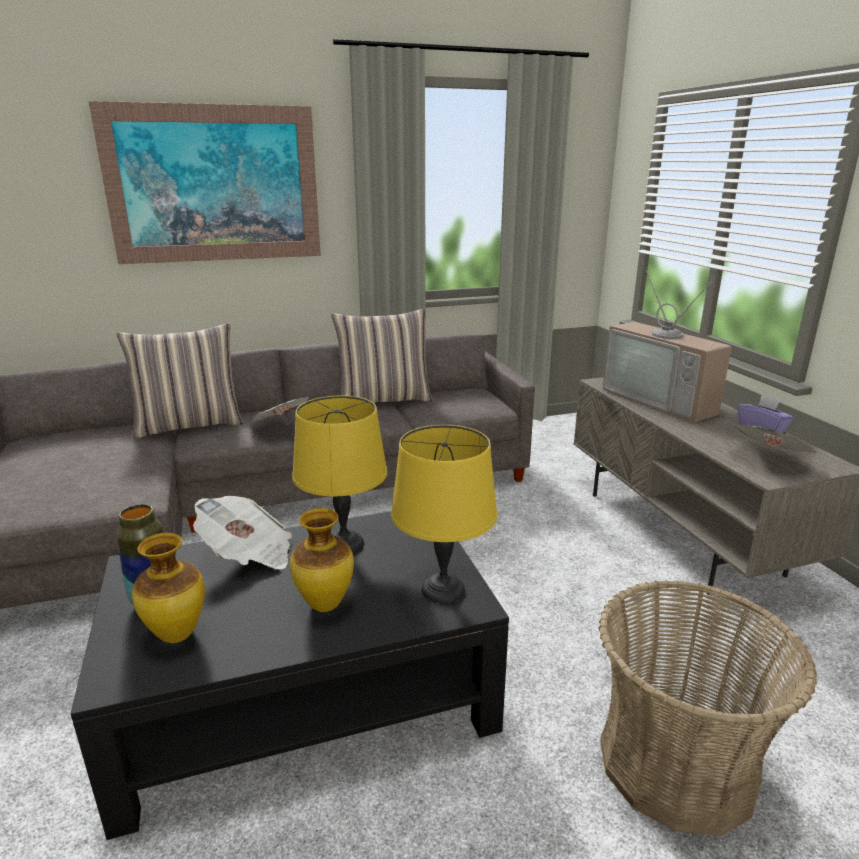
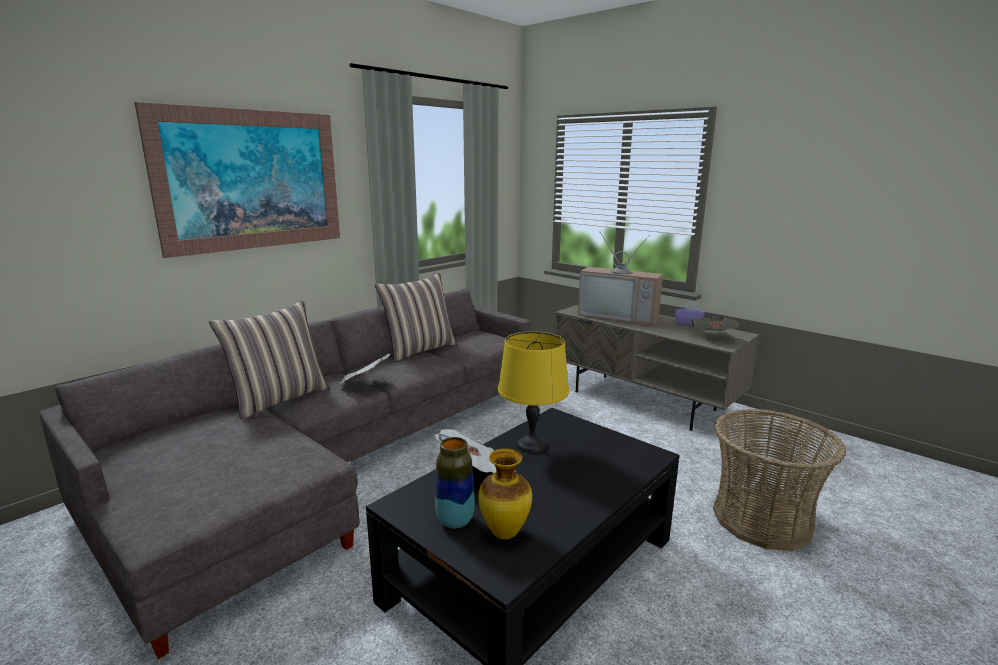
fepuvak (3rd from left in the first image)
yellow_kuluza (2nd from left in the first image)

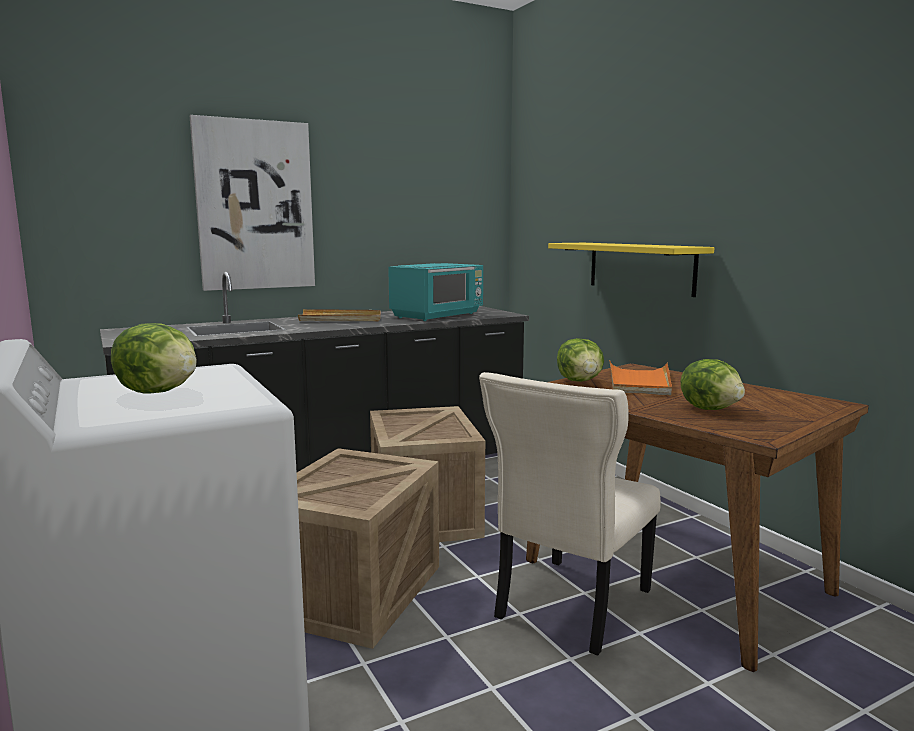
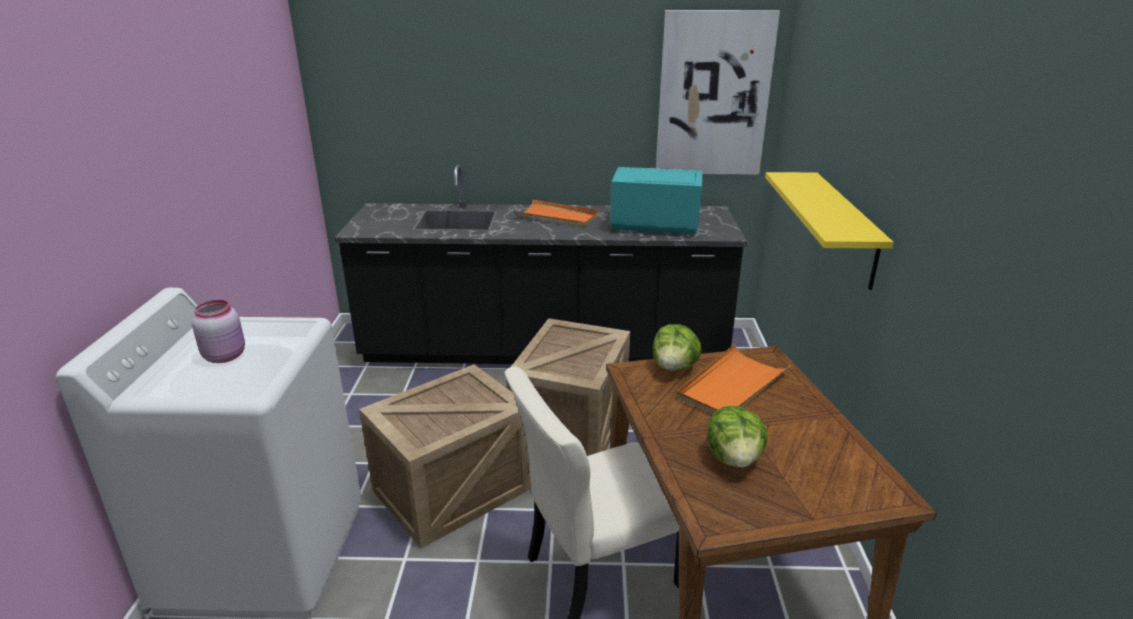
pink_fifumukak
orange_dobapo (1st from left)
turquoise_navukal
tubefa

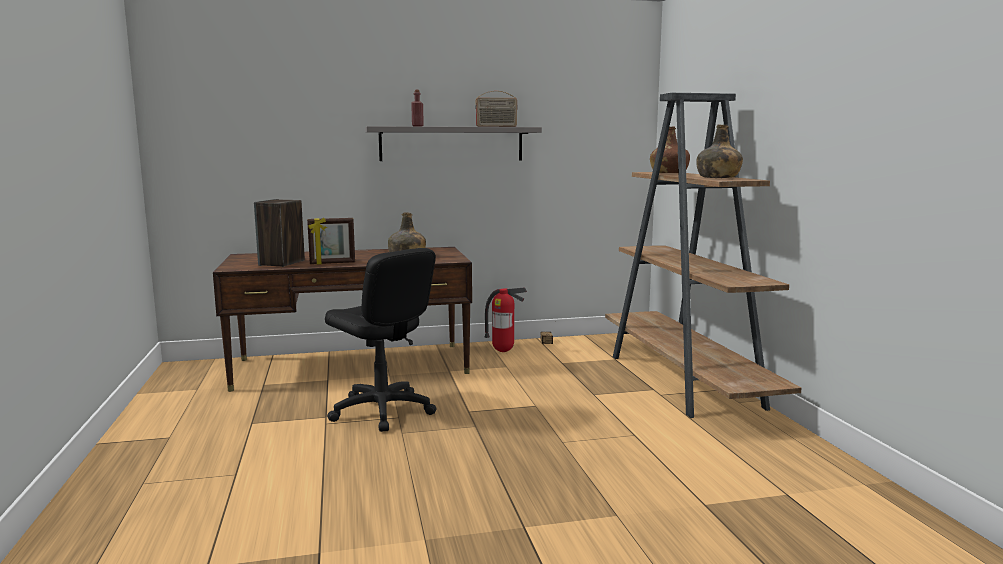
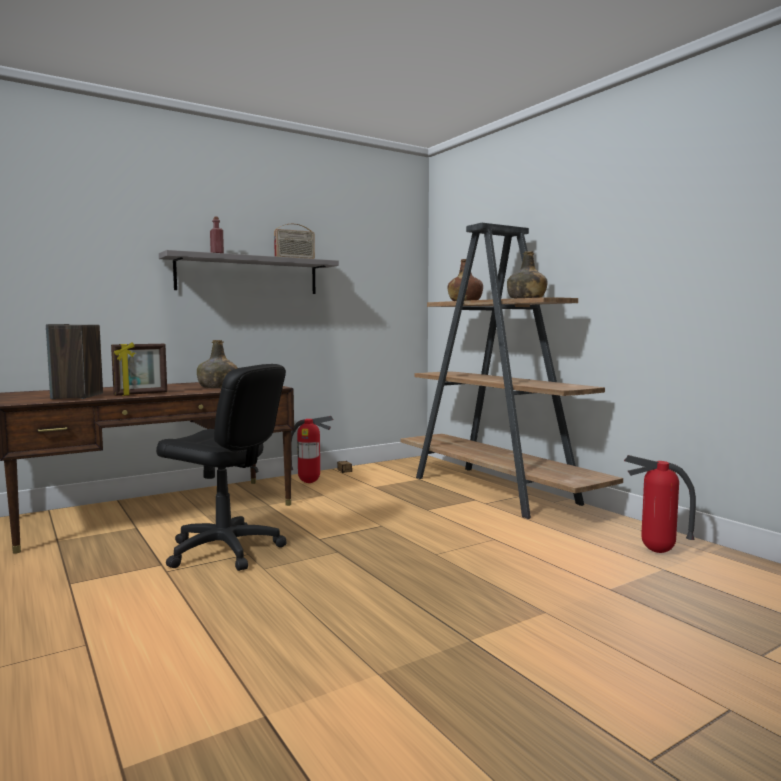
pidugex (2nd from left)

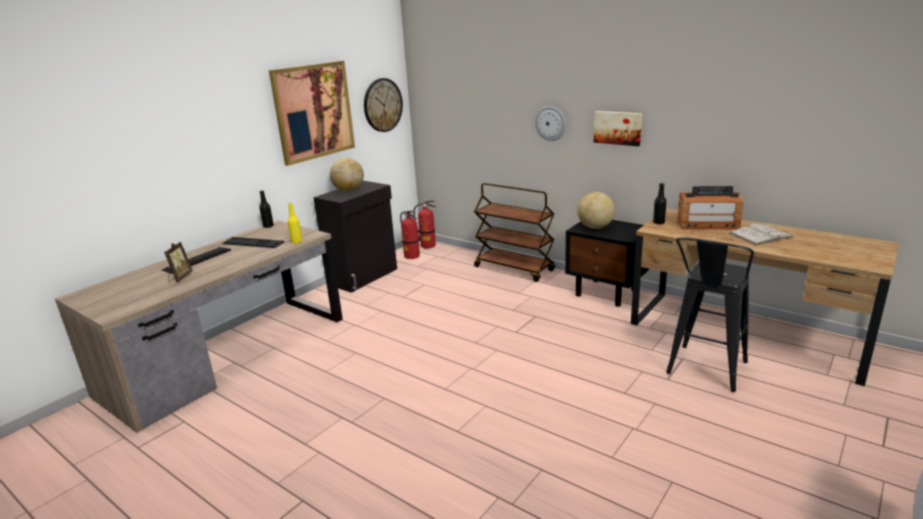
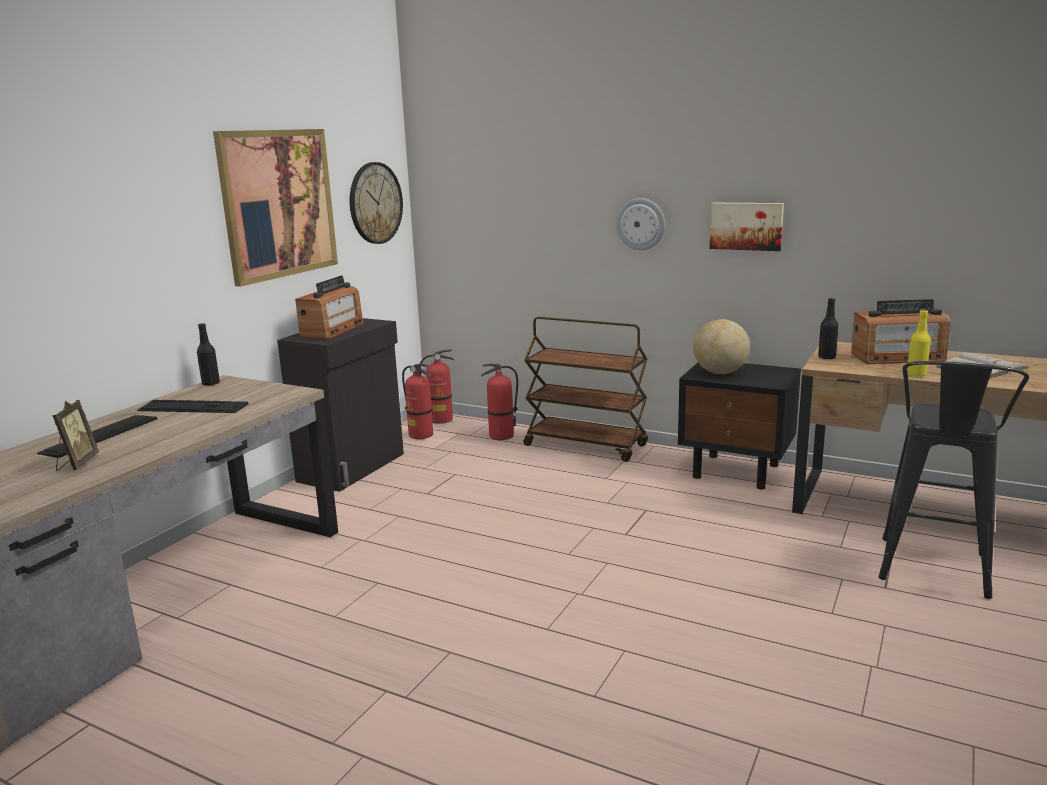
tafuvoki (1st from left)
pidugex (3rd from left)
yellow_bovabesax

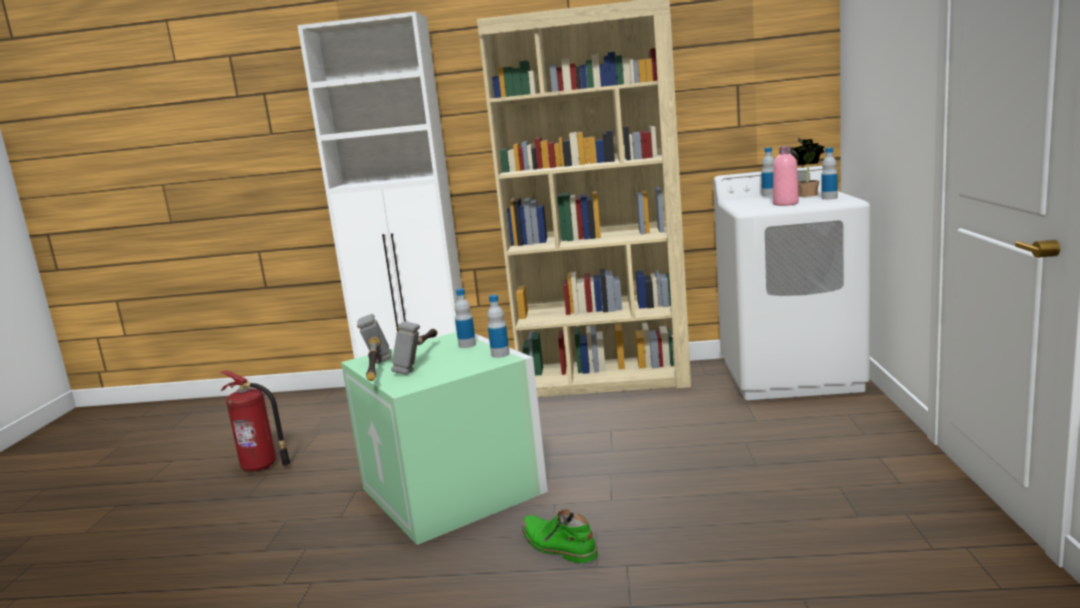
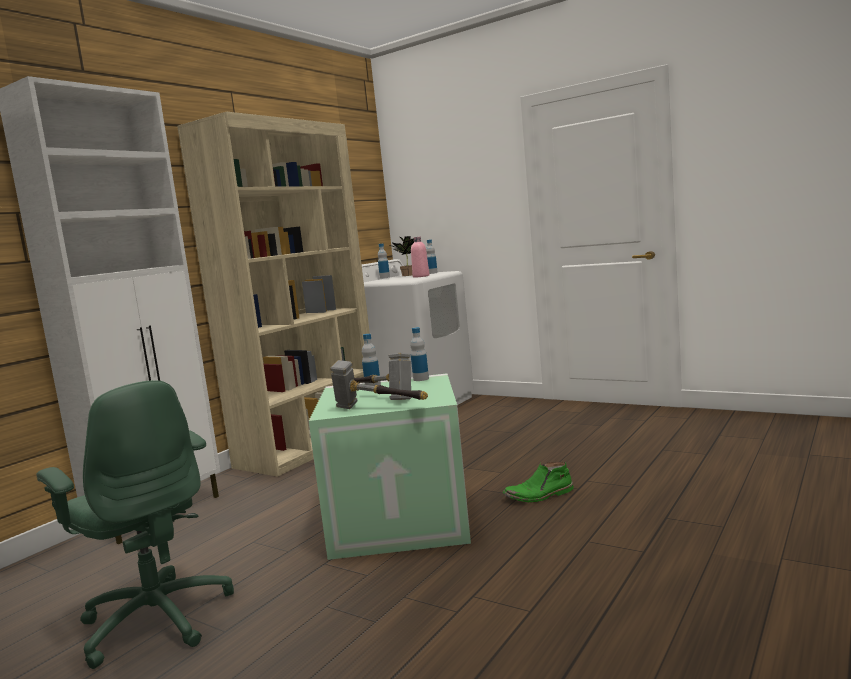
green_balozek

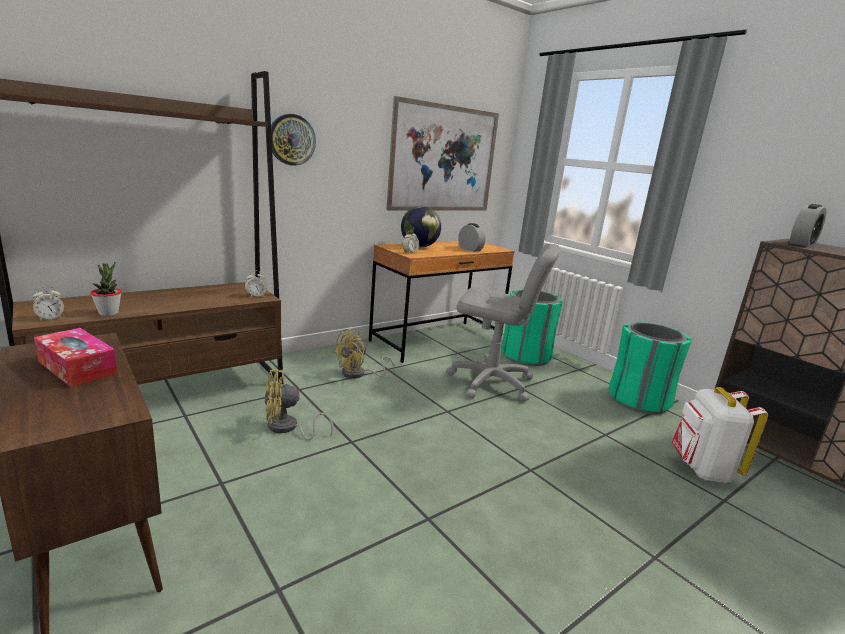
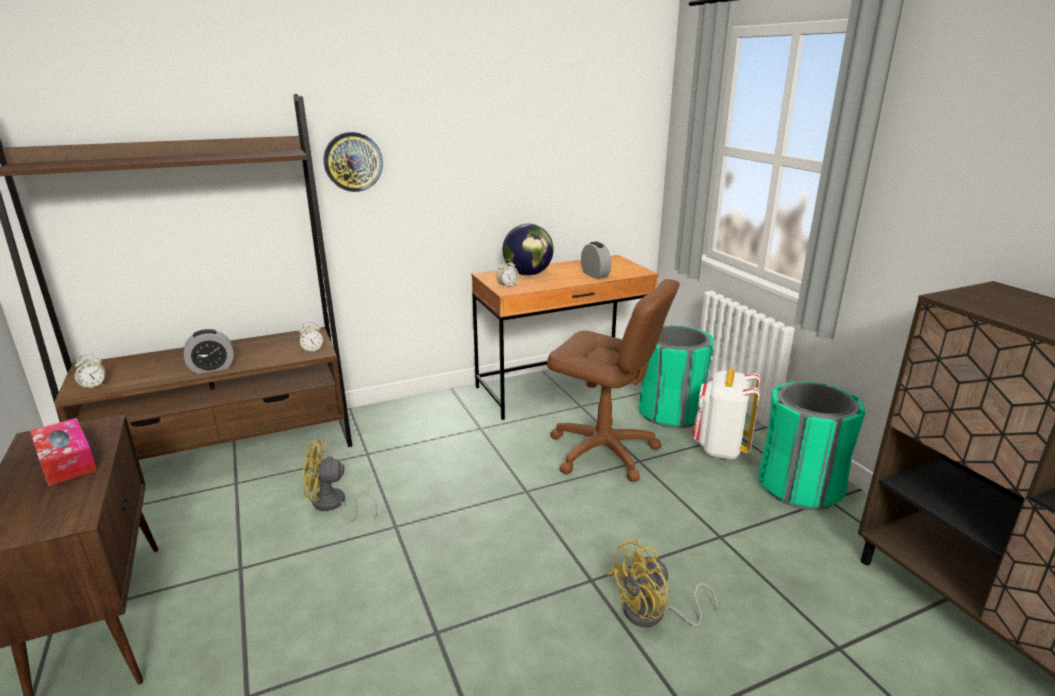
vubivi (2nd from left)
brown_balozek
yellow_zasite (2nd from left)
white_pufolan
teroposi
tubefa

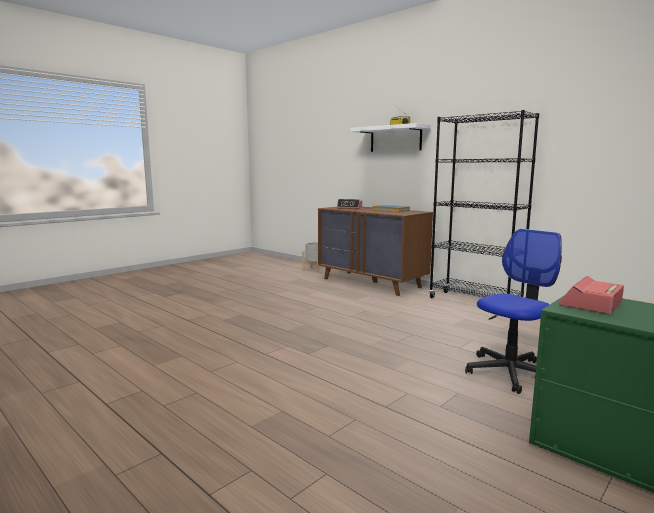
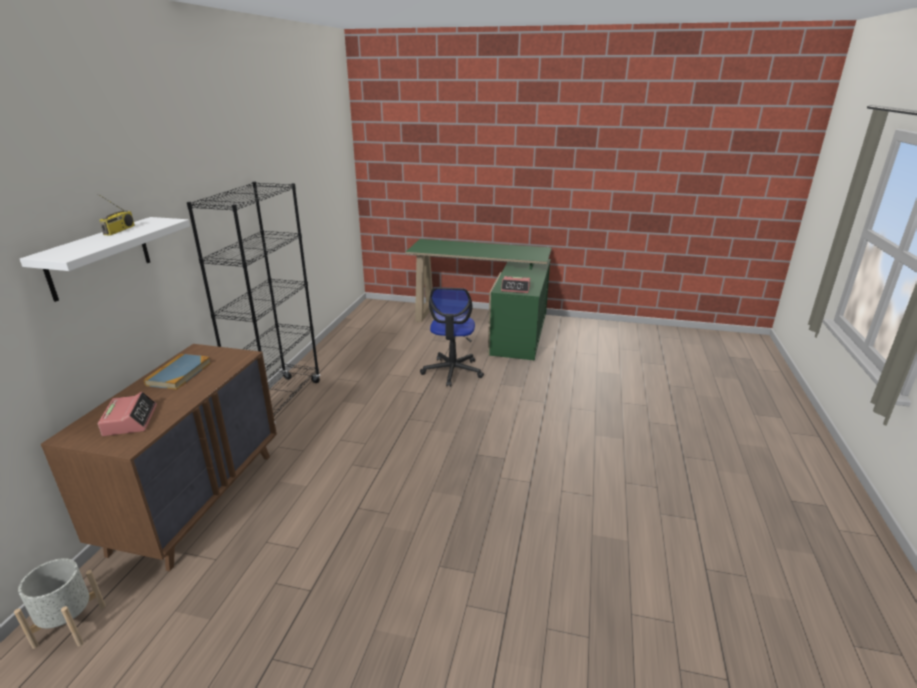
balozek

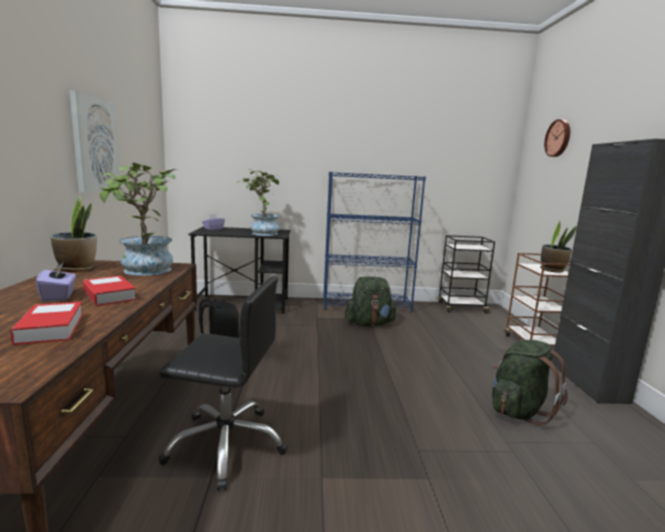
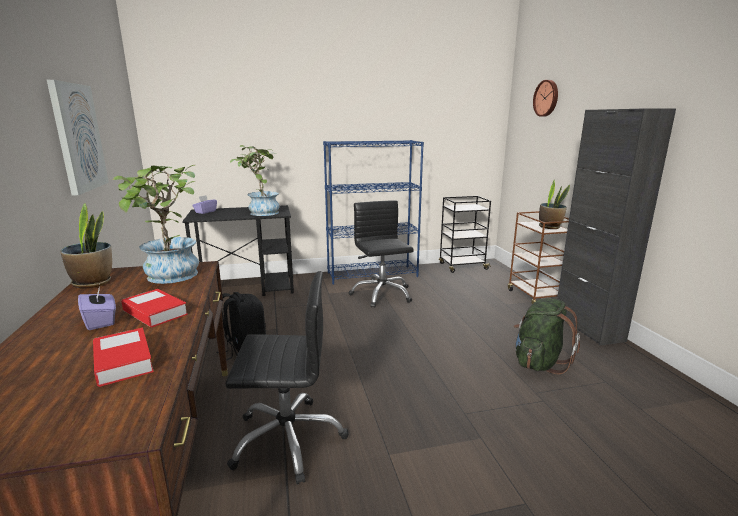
black_balozek (2nd from left)

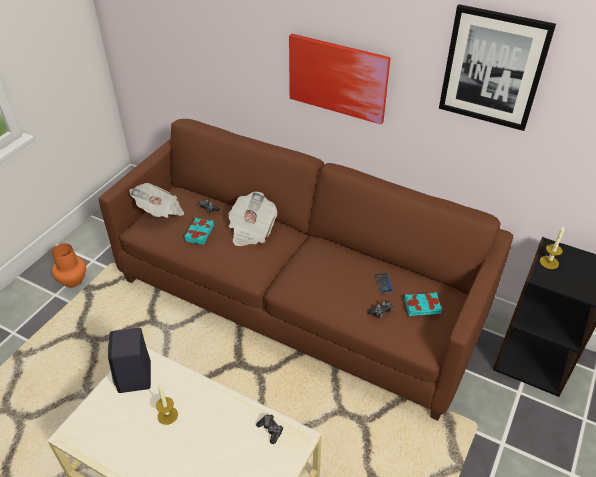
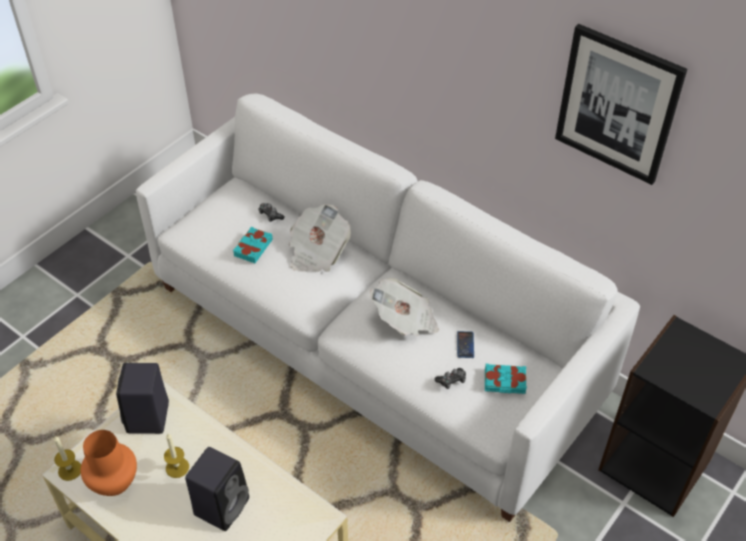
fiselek (1st from left)
orange_fepuvak
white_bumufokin
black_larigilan (2nd from left)
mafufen (2nd from left)
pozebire (2nd from left in the first image)
tubefa (1st from left in the first image)

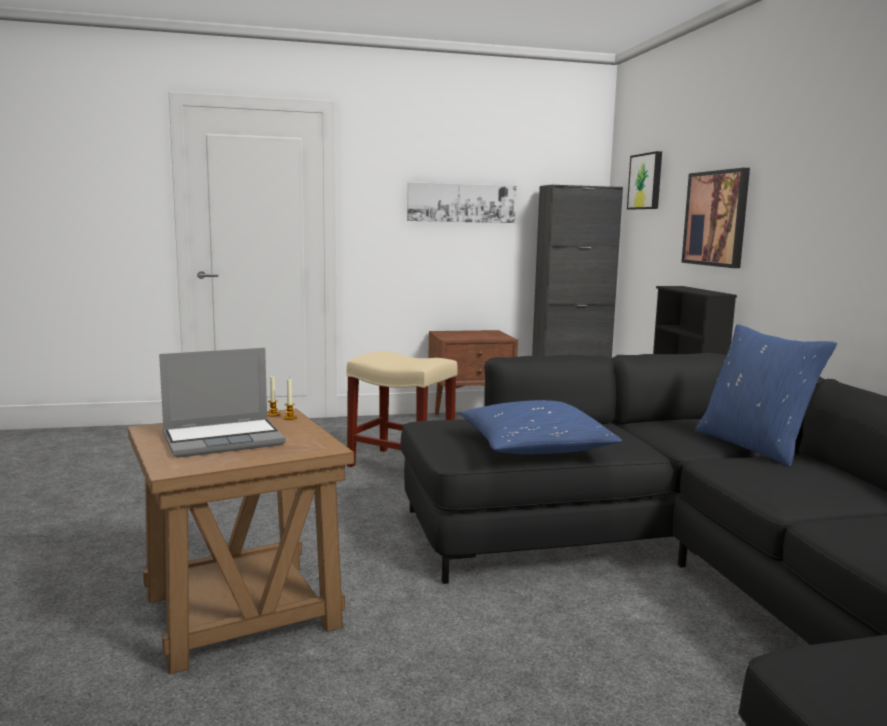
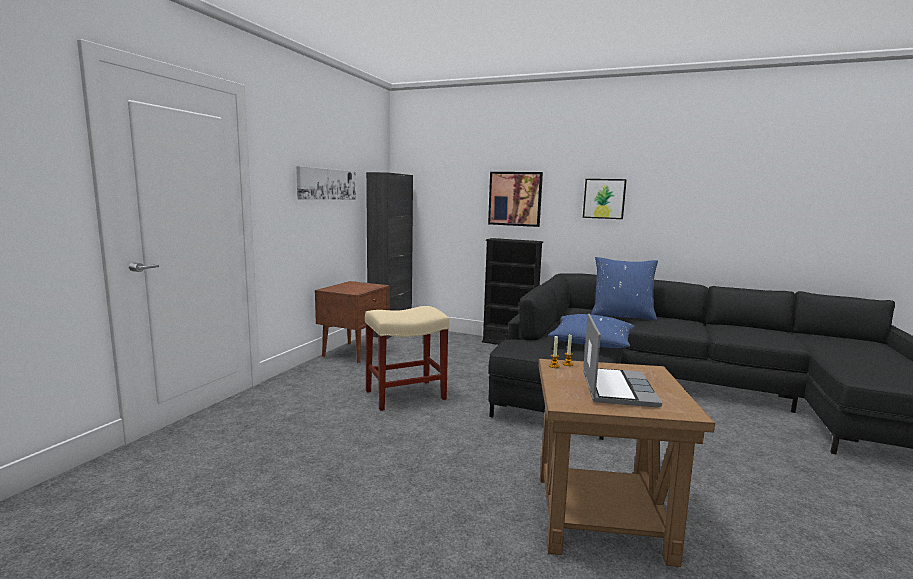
tubefa (3rd from left)

